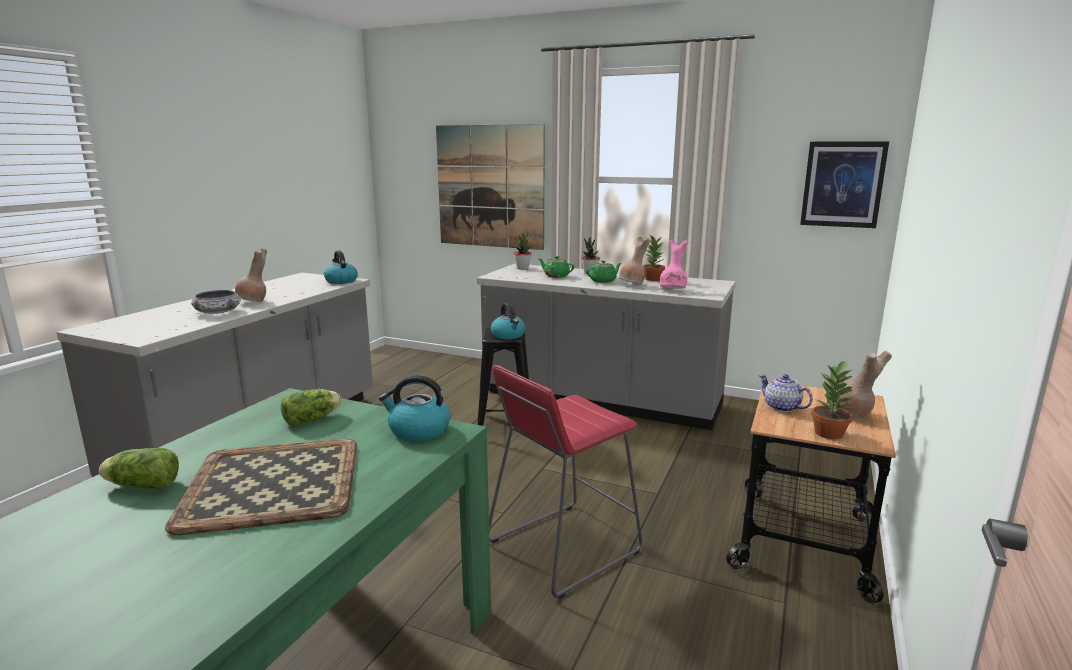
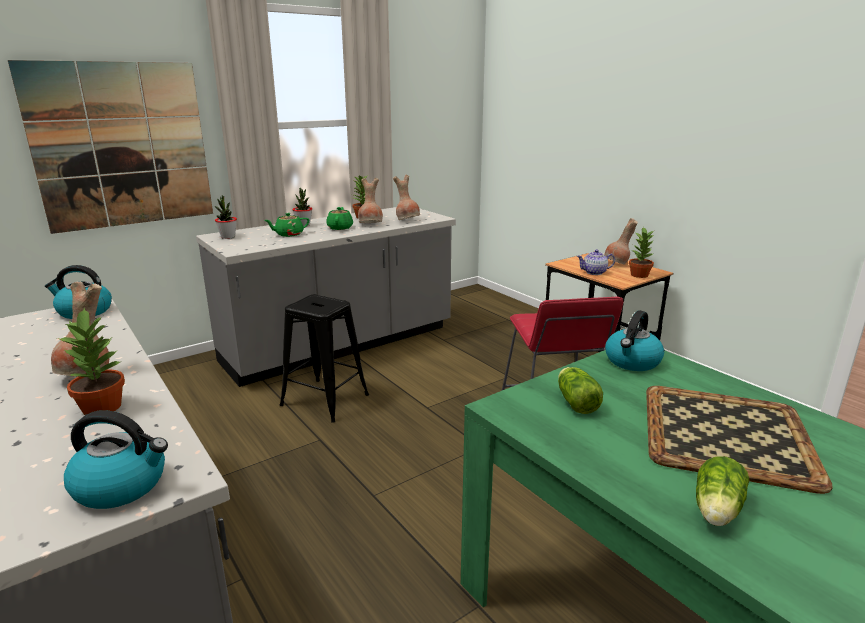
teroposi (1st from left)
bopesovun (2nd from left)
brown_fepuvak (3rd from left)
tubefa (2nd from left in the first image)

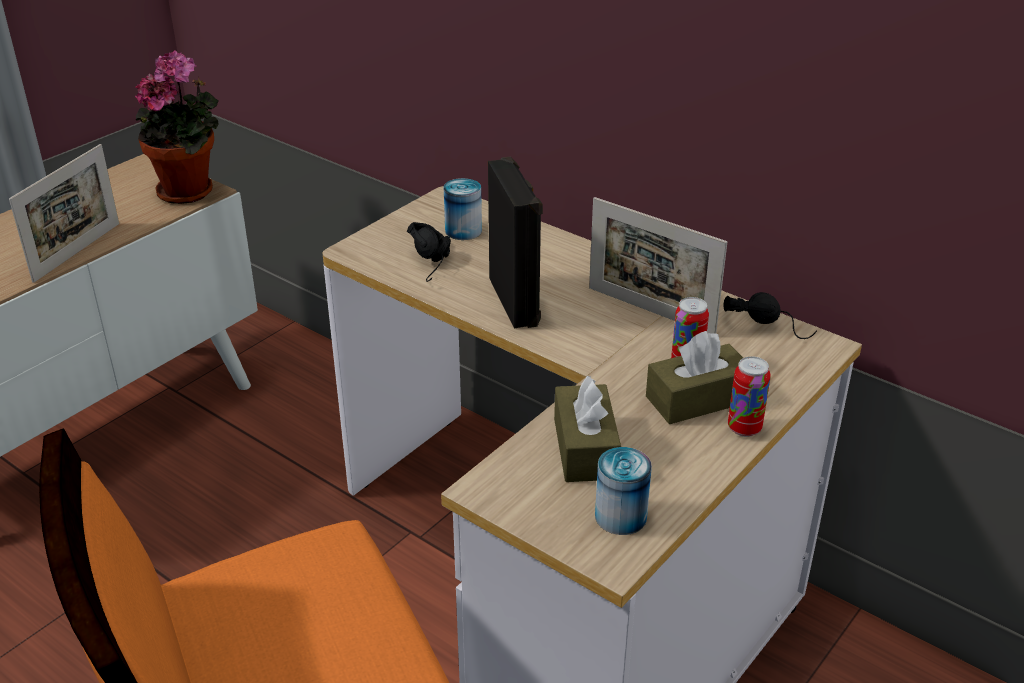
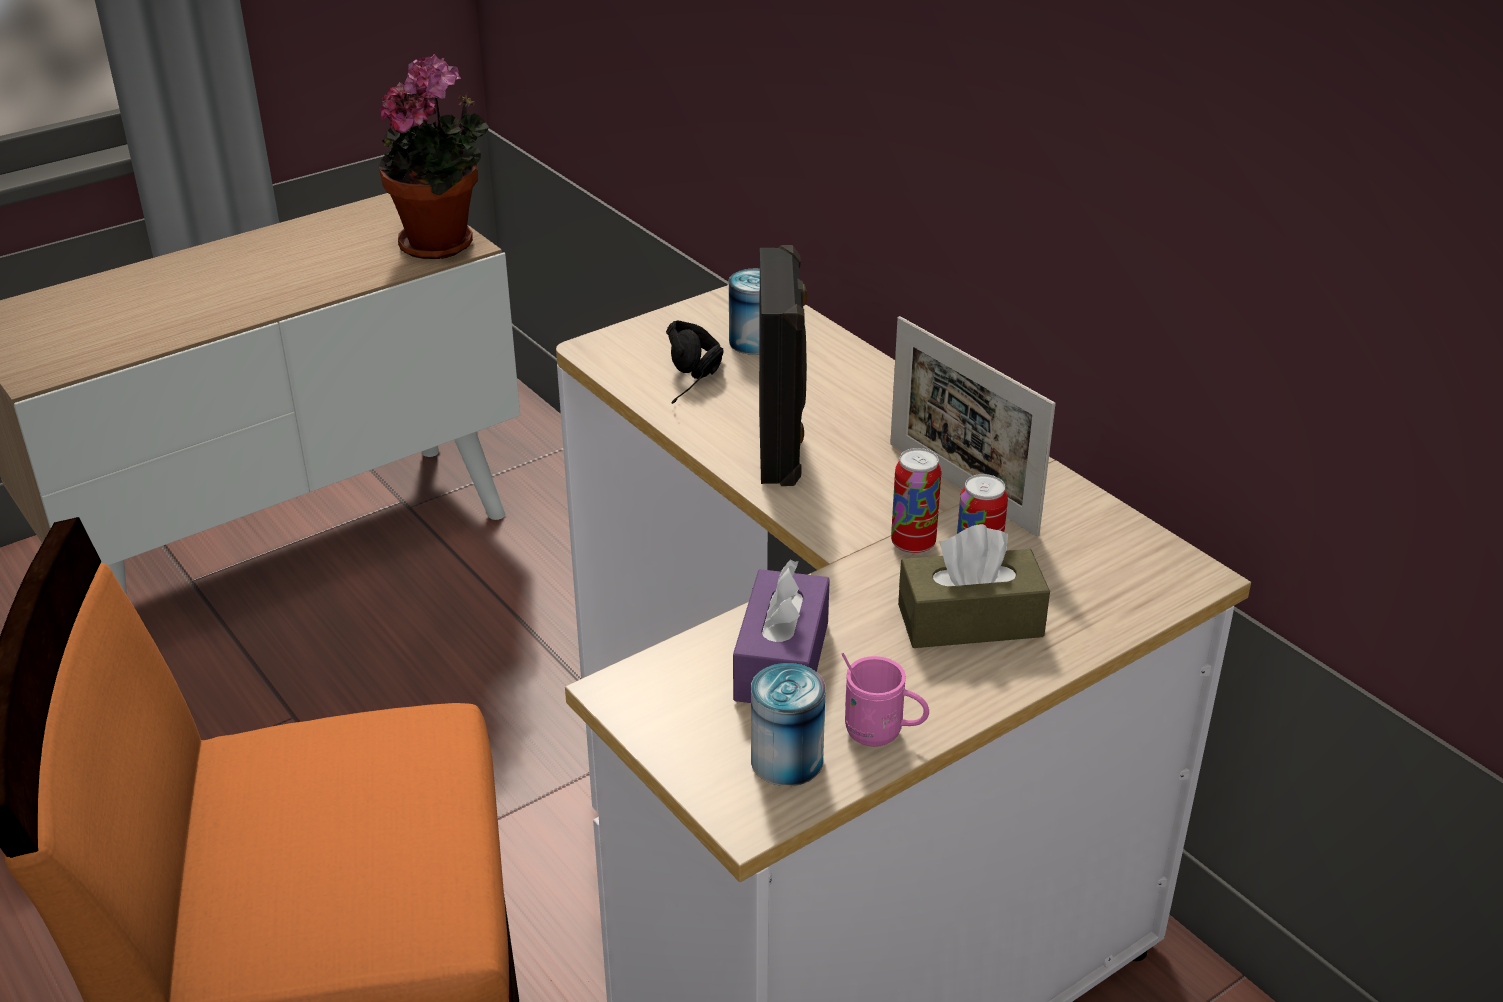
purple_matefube
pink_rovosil
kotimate (3rd from left)
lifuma (1st from left in the first image)
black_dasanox (2nd from left in the first image)

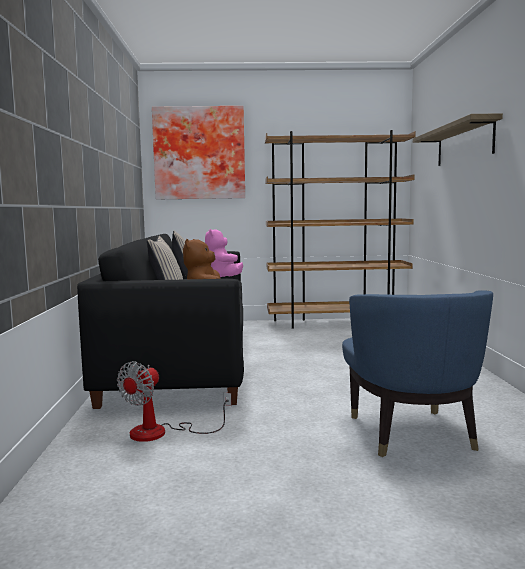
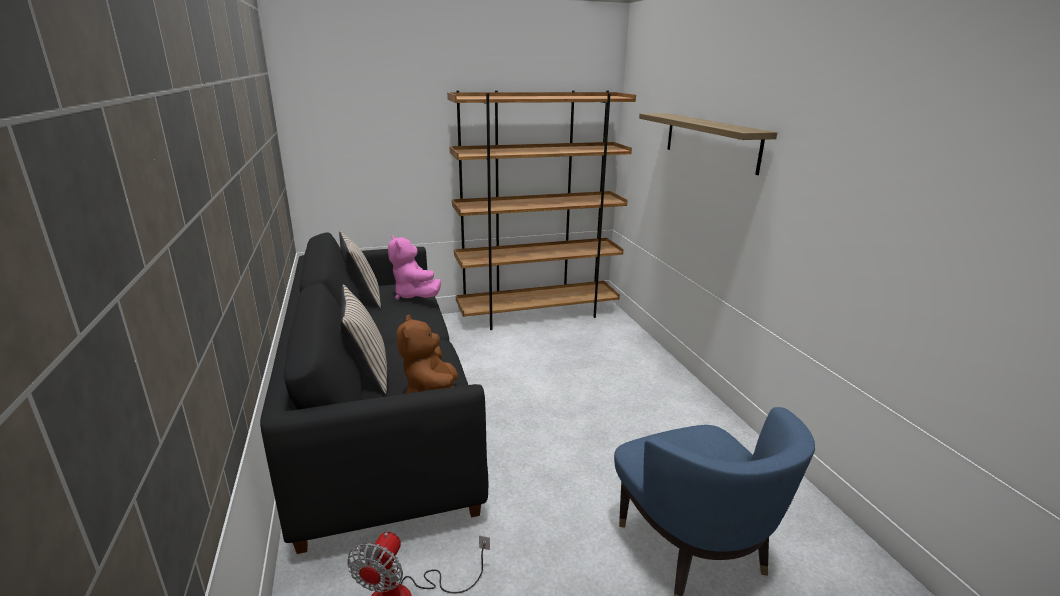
tubefa

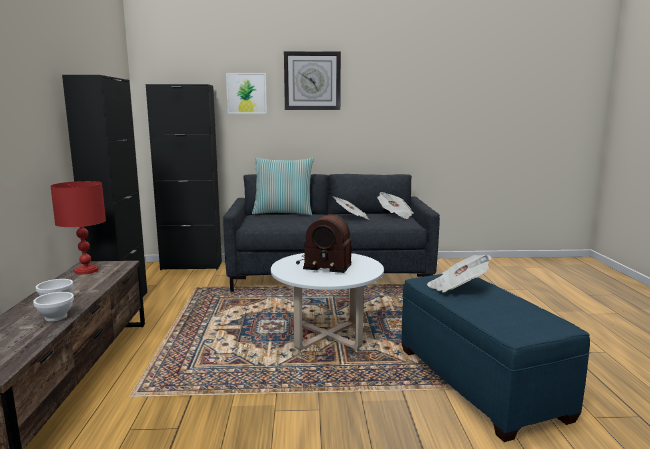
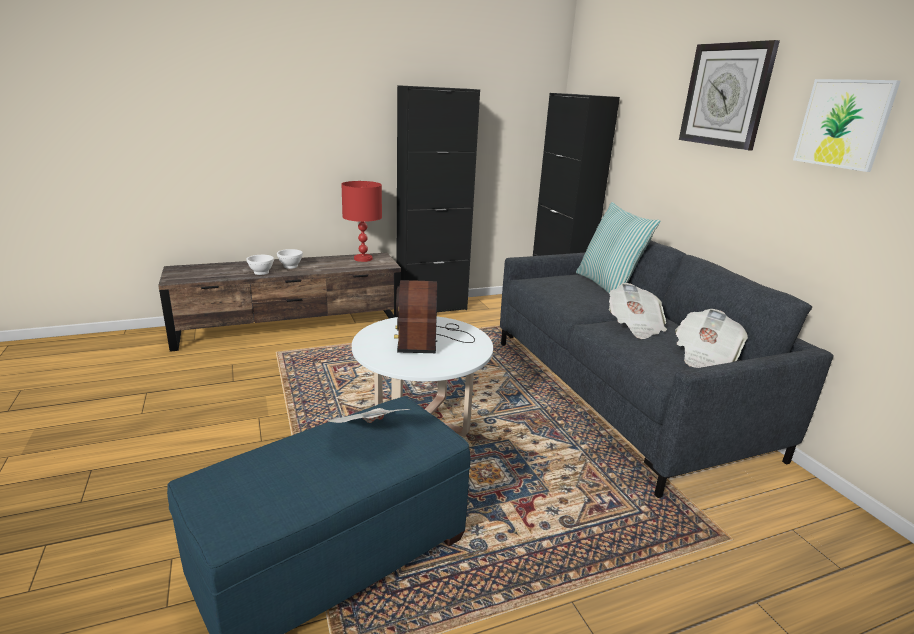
tubefa

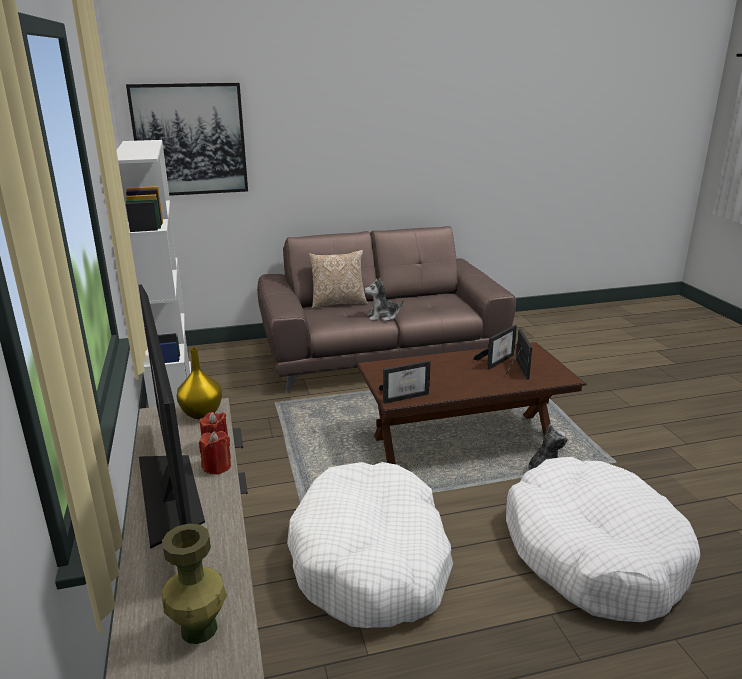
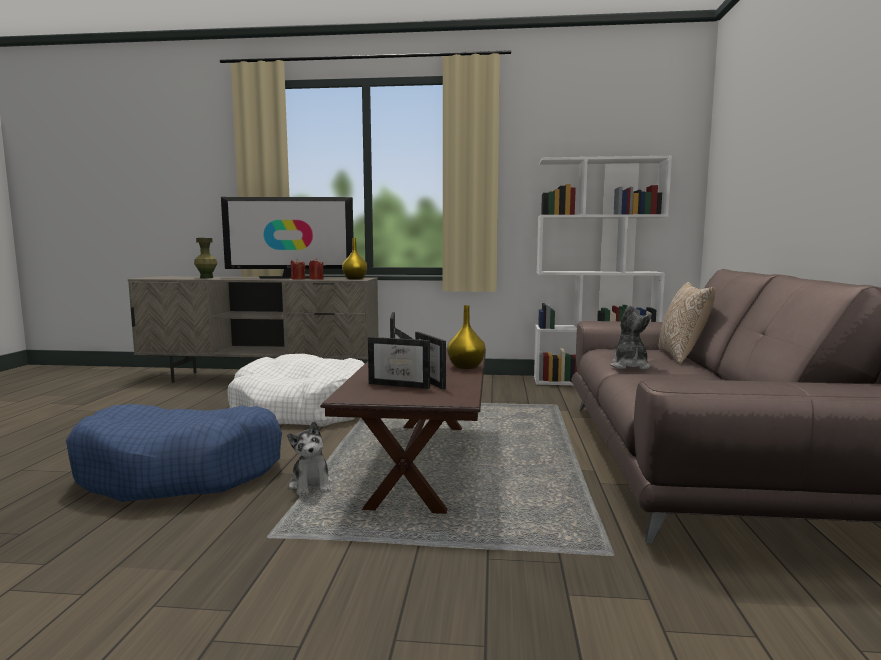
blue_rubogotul
yellow_fepuvak (2nd from left)
tubefa

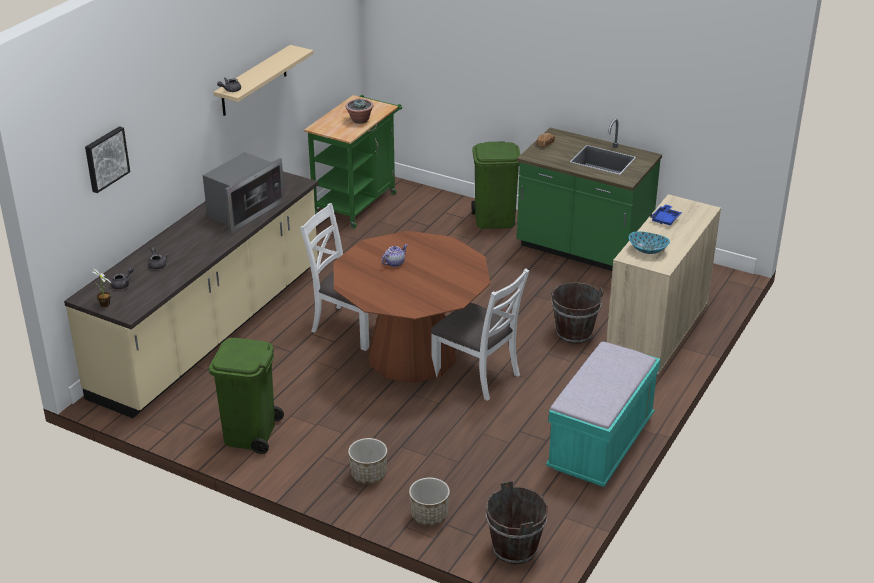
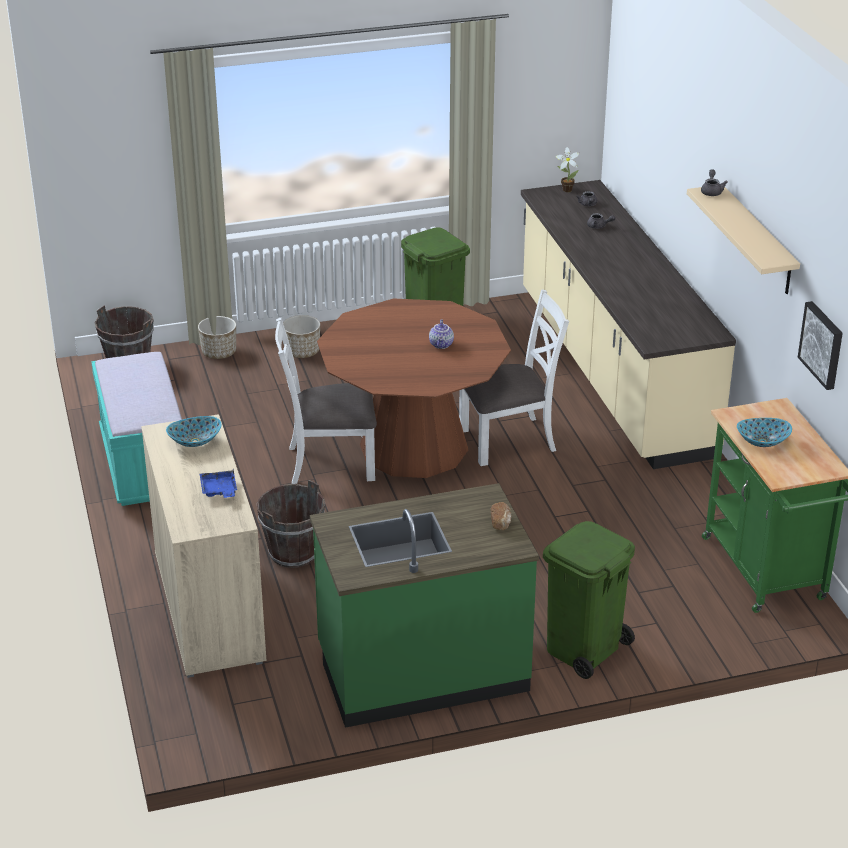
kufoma (2nd from left)
tubefa
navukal

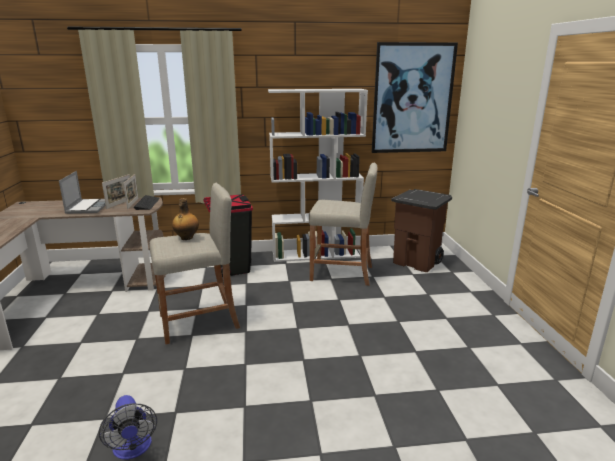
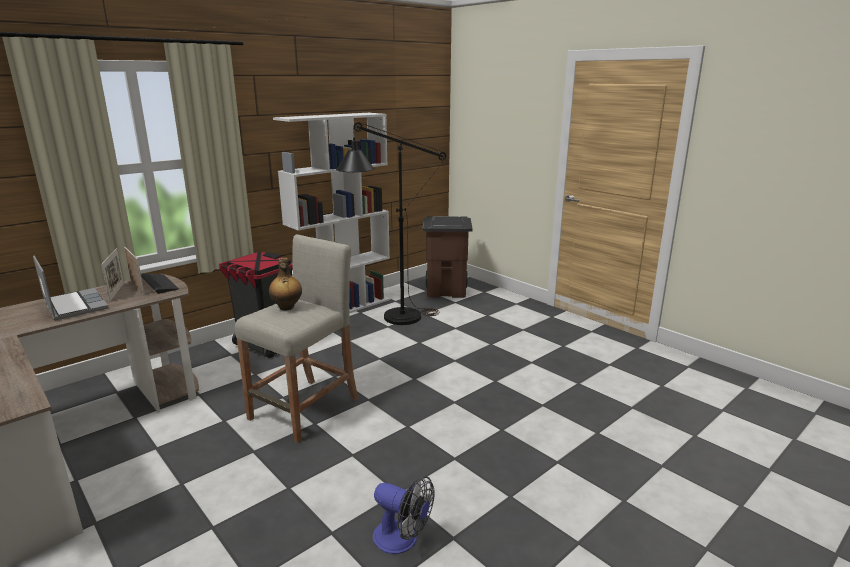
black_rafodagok
tubefa

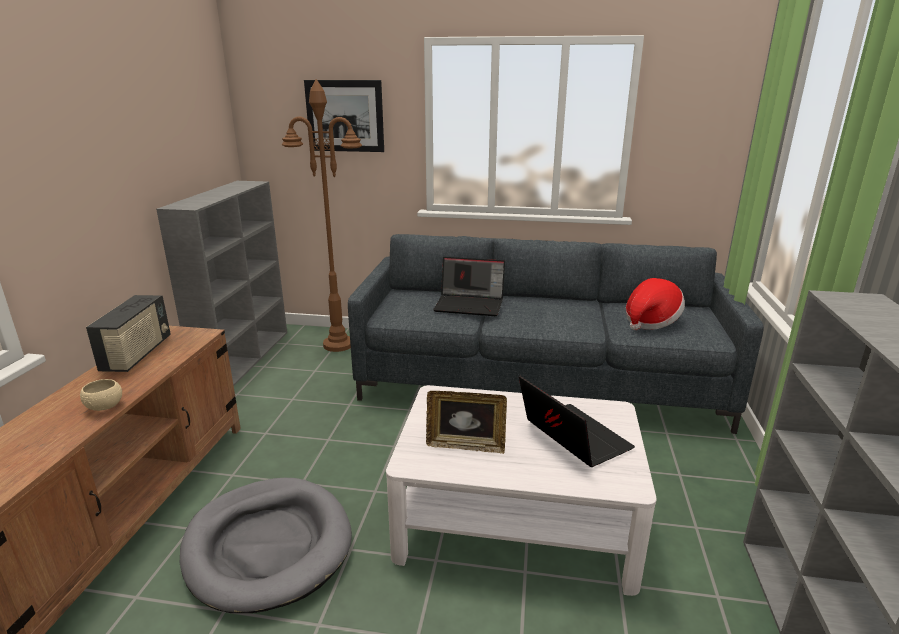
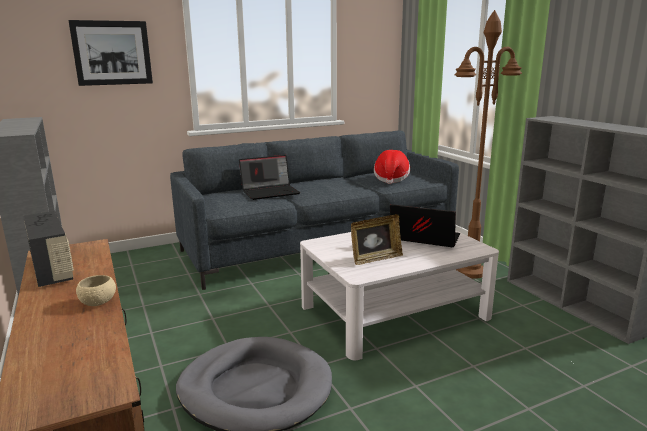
brown_rafodagok

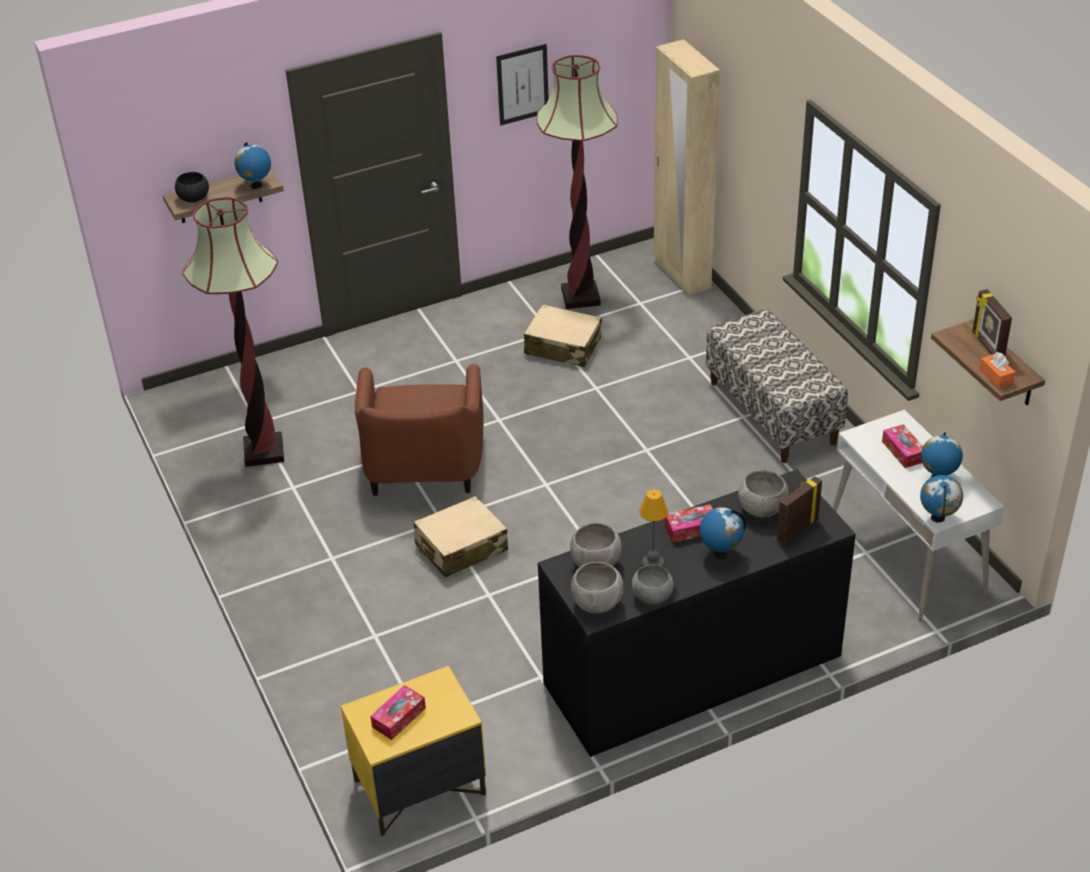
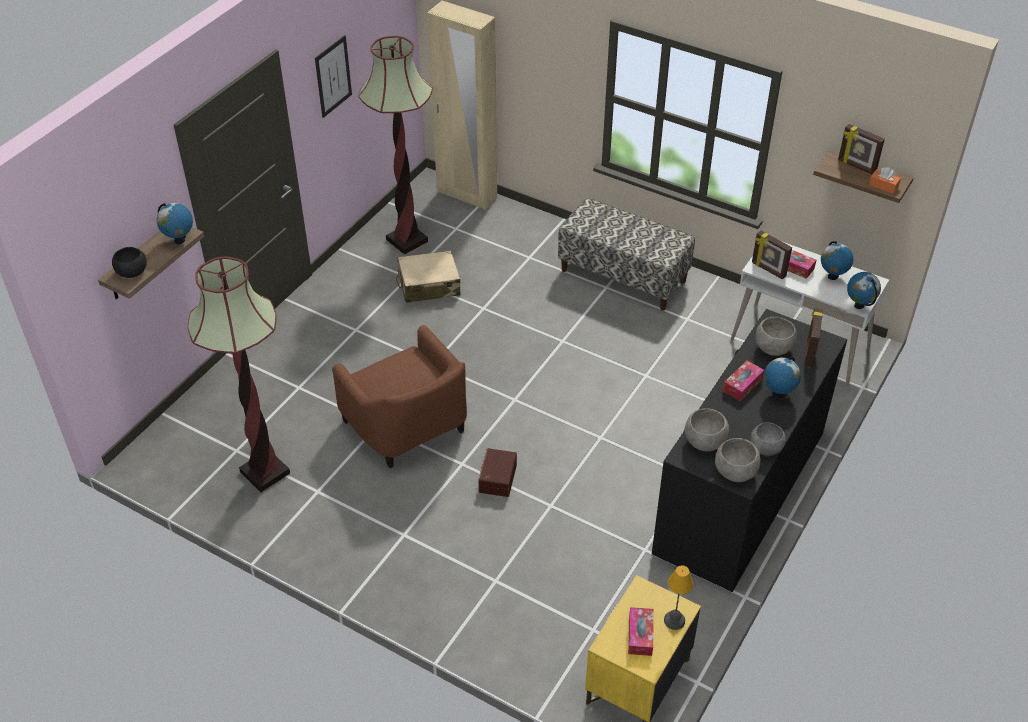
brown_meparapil
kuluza
lifuma (1st from left)

